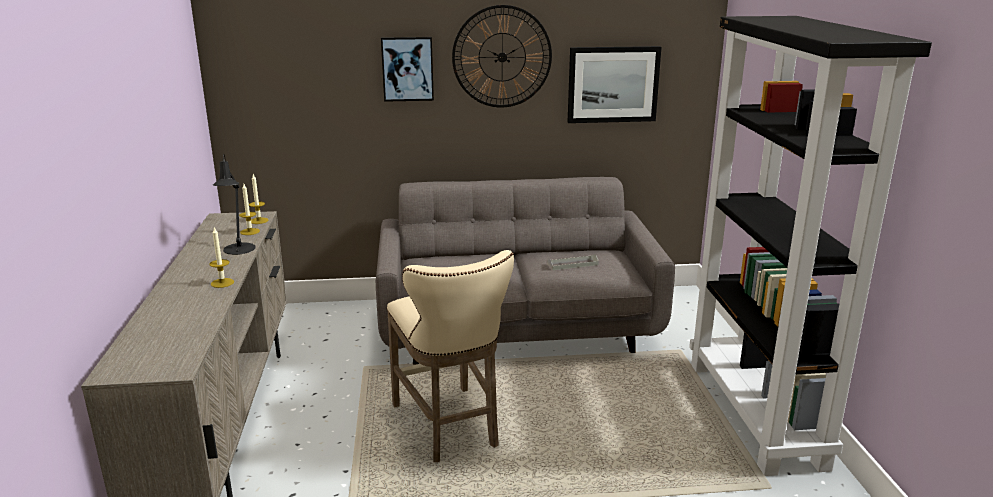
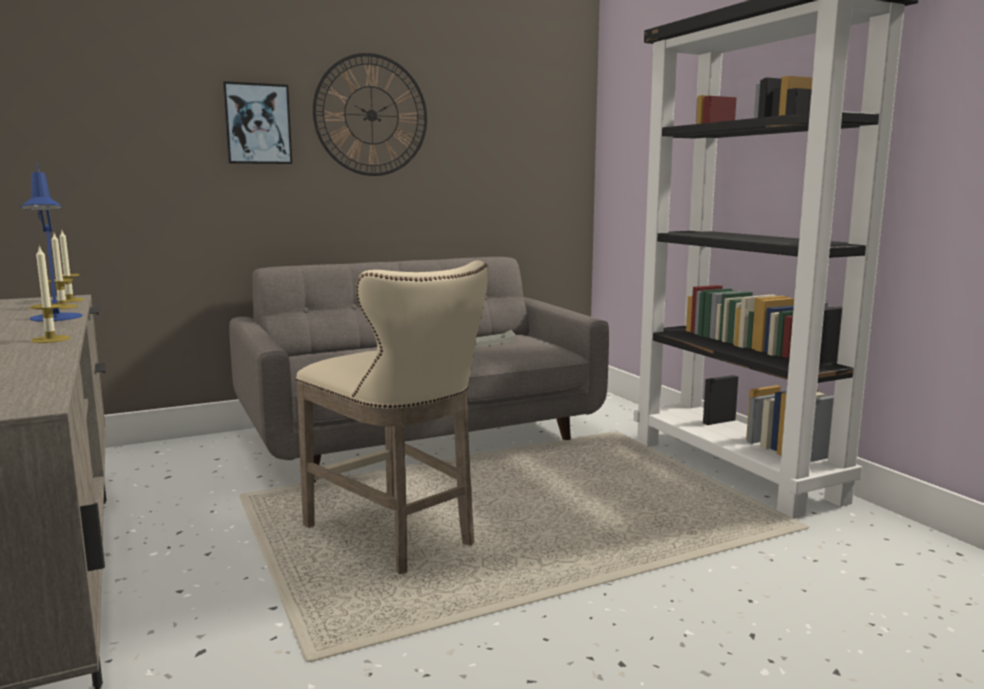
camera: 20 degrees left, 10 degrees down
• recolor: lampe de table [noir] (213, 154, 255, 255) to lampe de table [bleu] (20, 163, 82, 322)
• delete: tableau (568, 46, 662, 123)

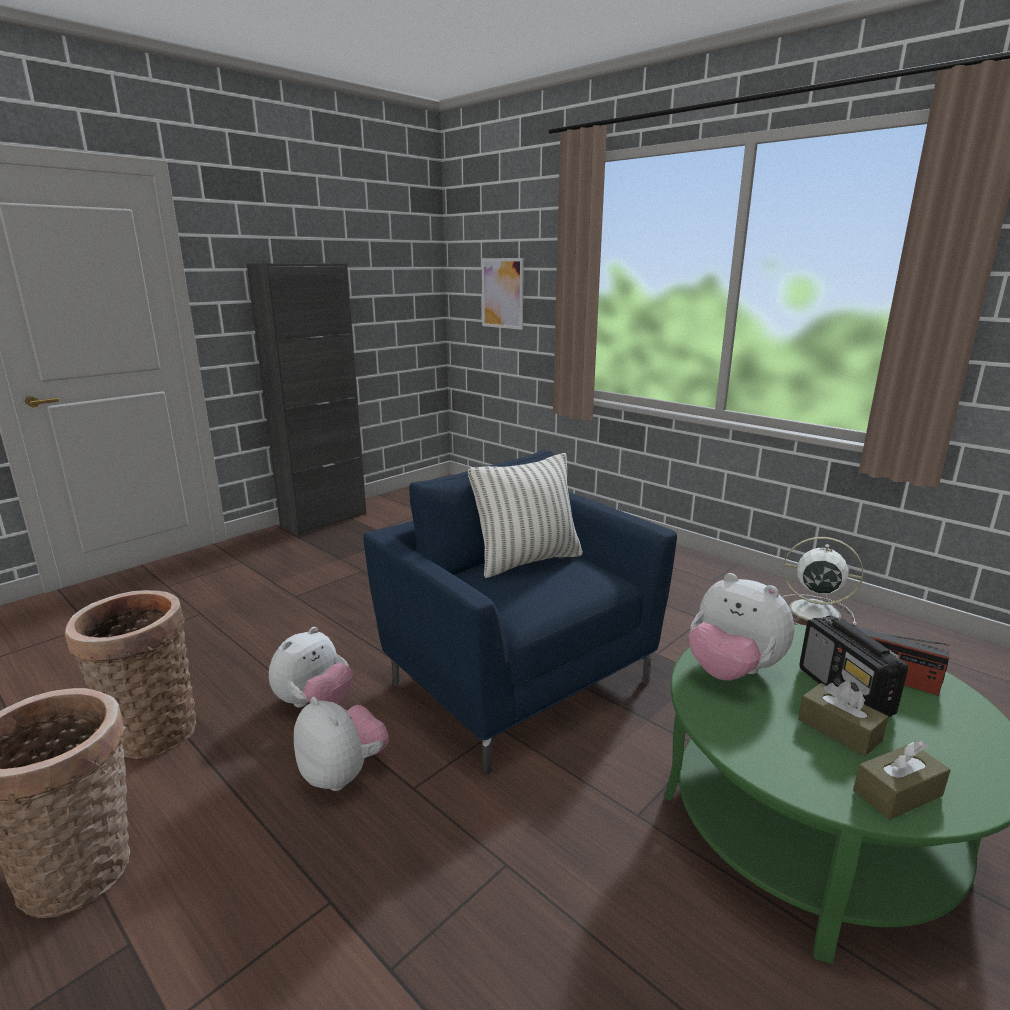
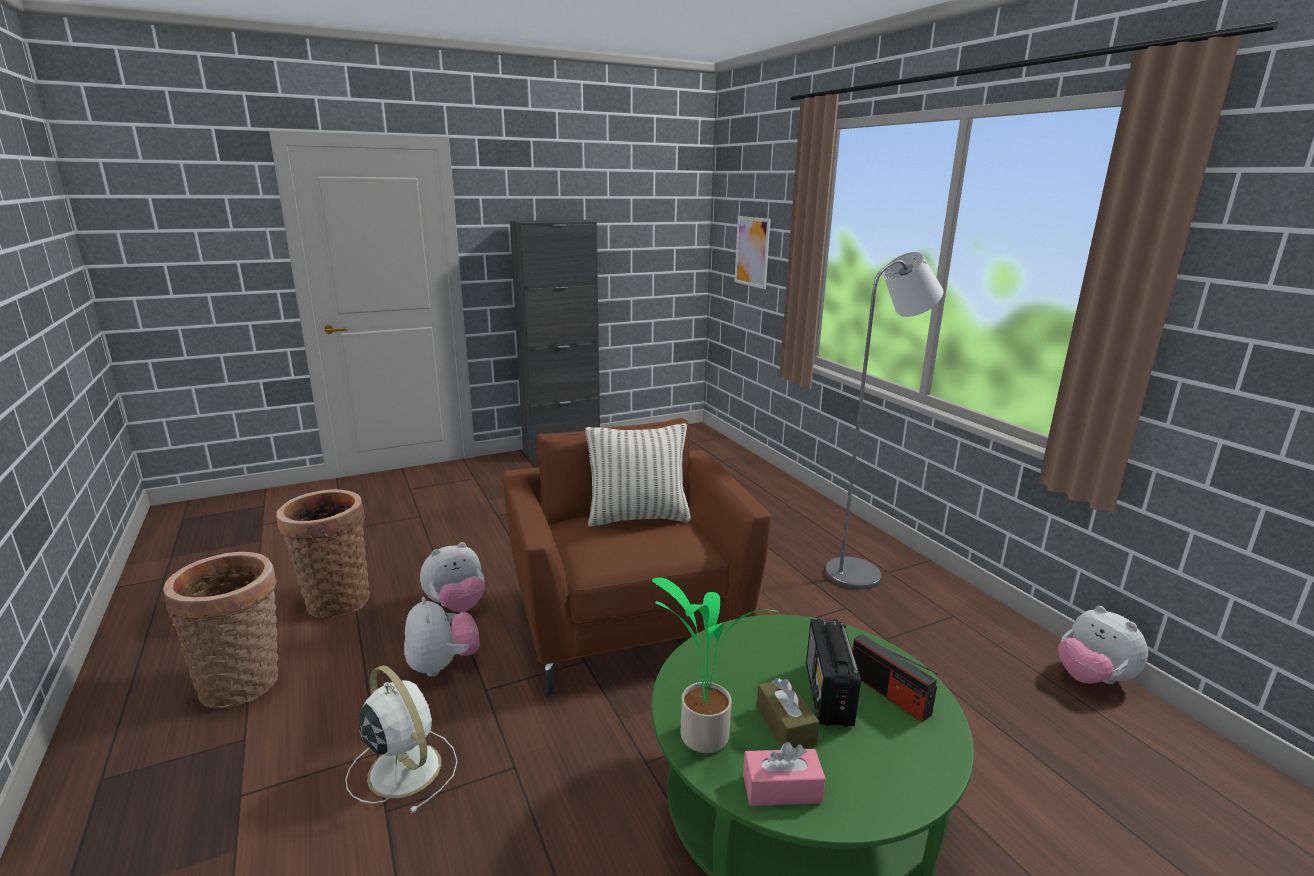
camera: 20 degrees right, 0 degrees up
• recolor: fauteuil [bleu] (363, 450, 677, 774) to fauteuil [marron] (503, 418, 771, 695)
• move: peluche (689, 573, 794, 680) to (1058, 606, 1148, 684)
• move: ventilateur [blanc] (782, 537, 863, 626) to (345, 665, 458, 813)
• recolor: boîte à mouchoirs [marron] (853, 741, 951, 820) to boîte à mouchoirs [rose] (743, 742, 826, 806)
• insert: plante en pot (652, 577, 778, 753)
• insert: lampadaire [gris] (825, 252, 943, 590)

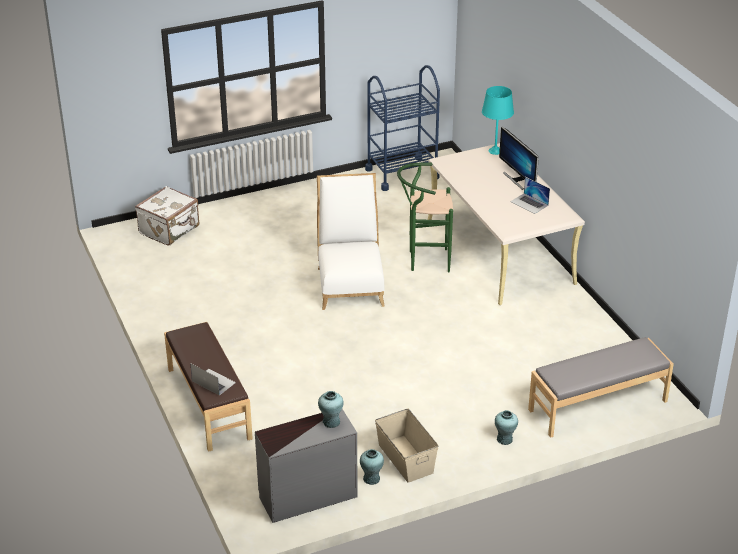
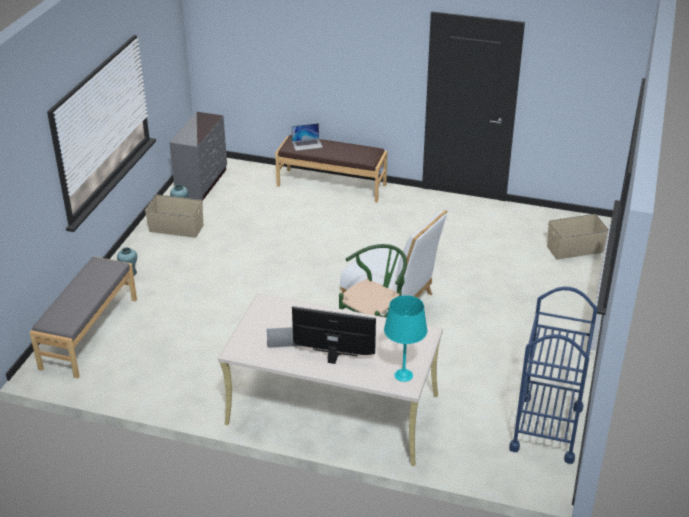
camera: 130 degrees right, 0 degrees up
• replace: valise [blanc] (135, 186, 199, 246) to boîte de rangement [beige] (547, 214, 608, 259)
• delete: vase [turquoise] (318, 391, 343, 428)

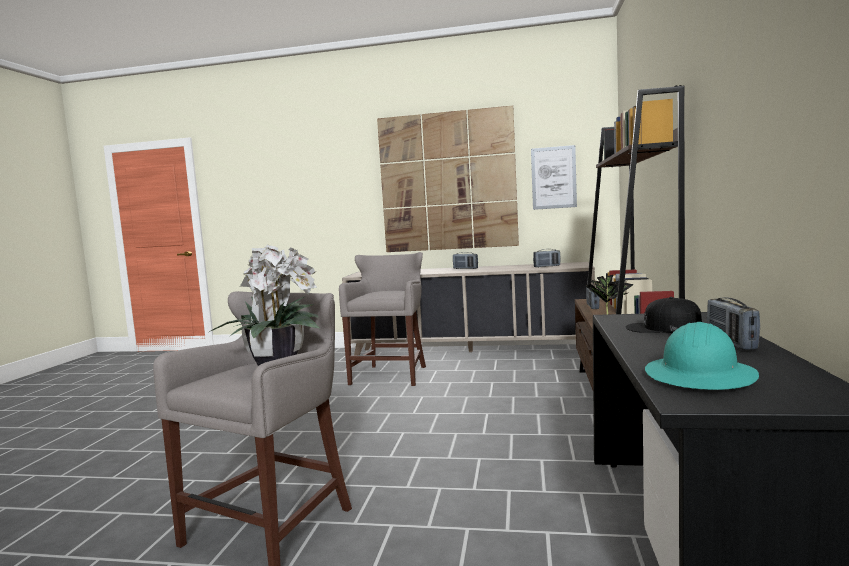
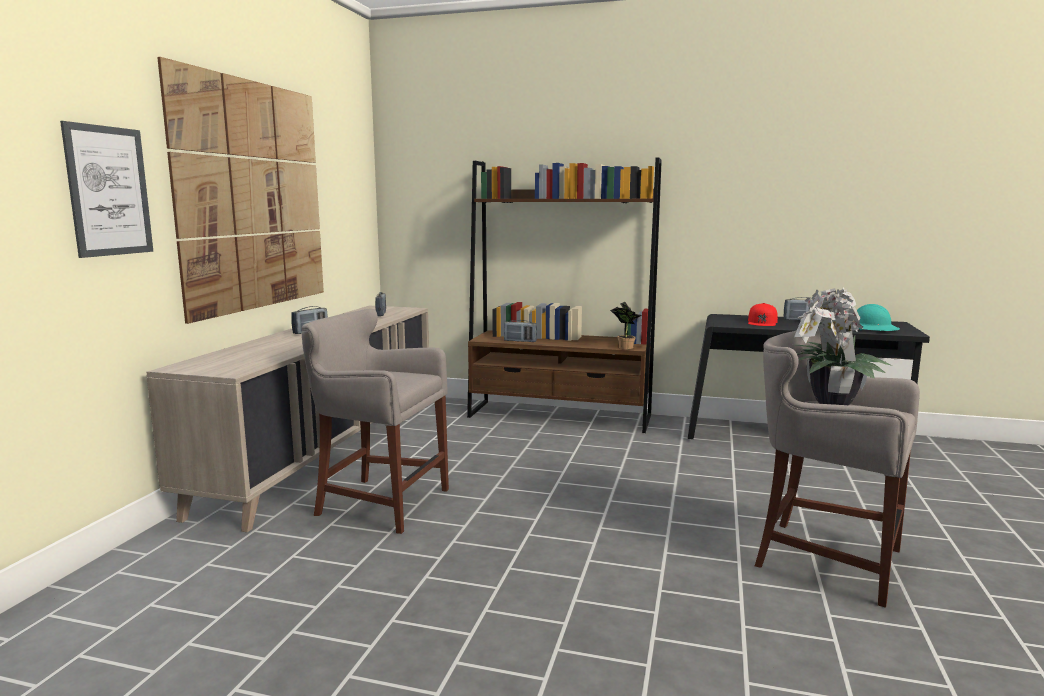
camera: 85 degrees left, 5 degrees up
• move: tableau (531, 145, 577, 210) to (60, 121, 153, 258)
• recolor: casquette [noir] (626, 297, 702, 333) to casquette [rouge] (748, 303, 778, 326)

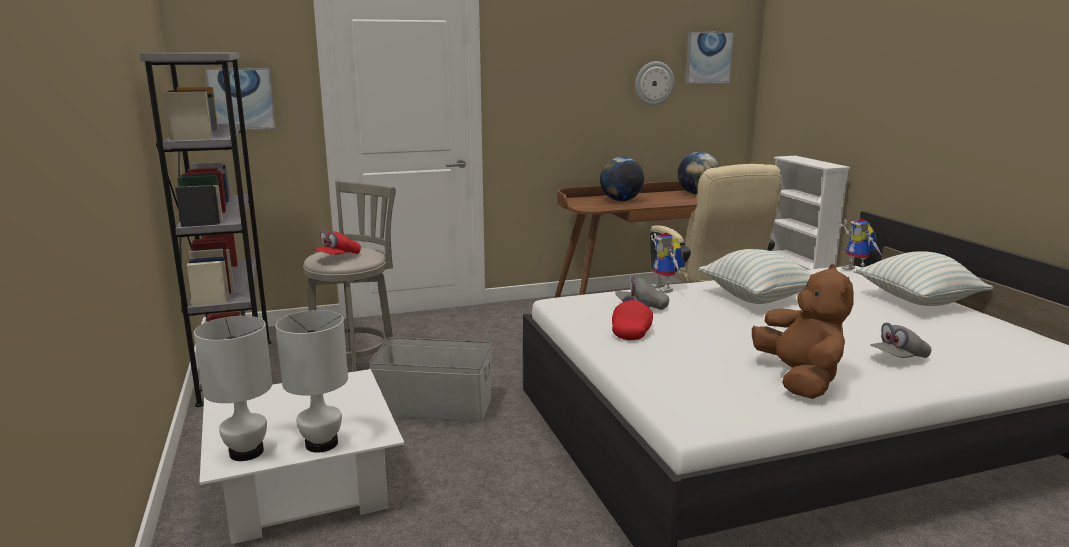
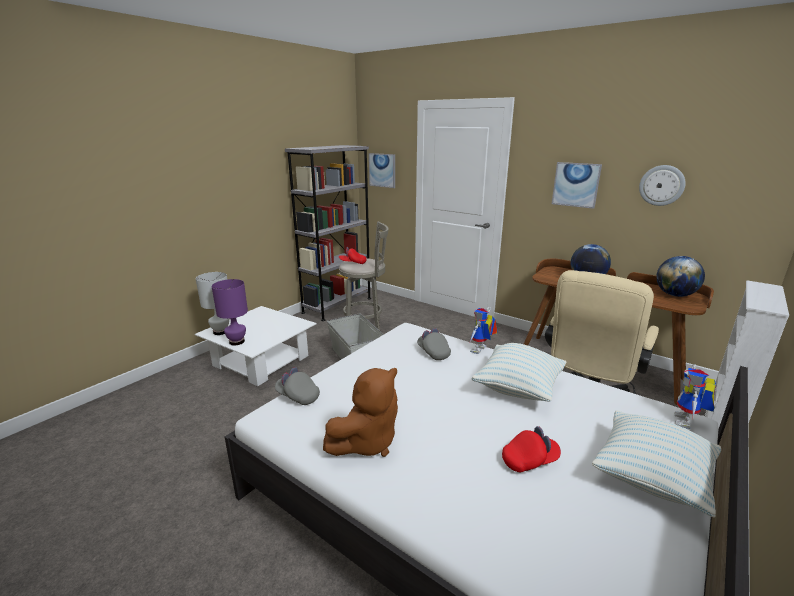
camera: 55 degrees right, 5 degrees up
• recolor: lampe de table [blanc] (275, 310, 348, 453) to lampe de table [violet] (212, 279, 248, 346)
• move: casquette [rouge] (612, 295, 653, 340) to (502, 426, 561, 472)
• move: tableau (685, 31, 734, 84) to (552, 162, 602, 209)
• move: casquette [gris] (870, 322, 931, 358) to (275, 367, 320, 405)

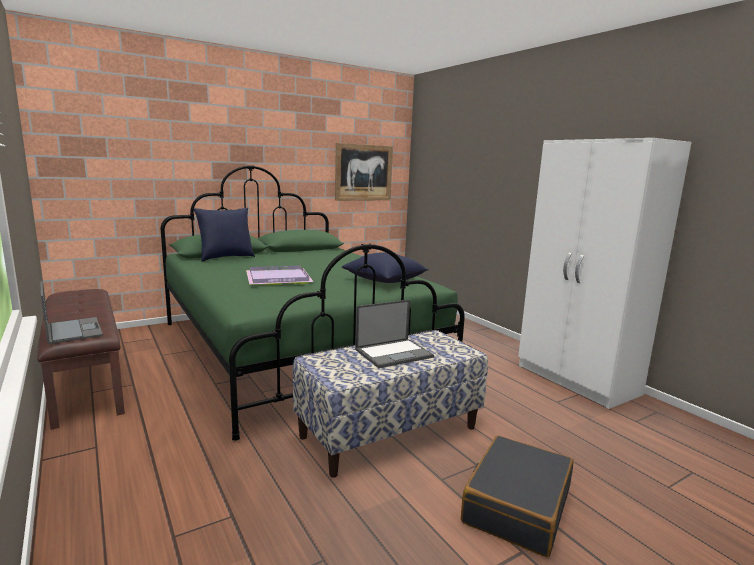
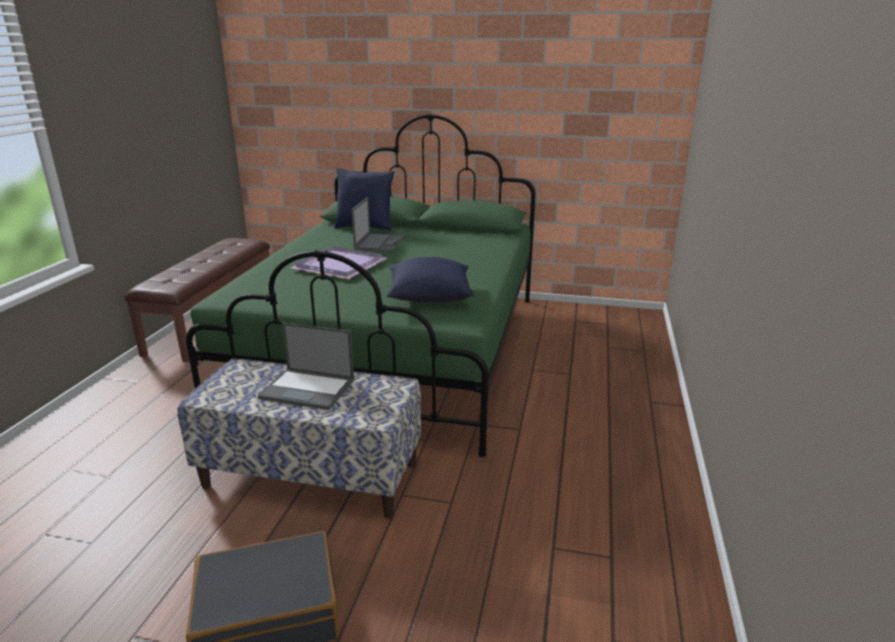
camera: 45 degrees right, 10 degrees up
• move: ordinateur portable (40, 281, 103, 344) to (352, 197, 405, 252)
• delete: tableau (335, 143, 393, 201)
• delete: armoire [blanc] (518, 138, 692, 409)

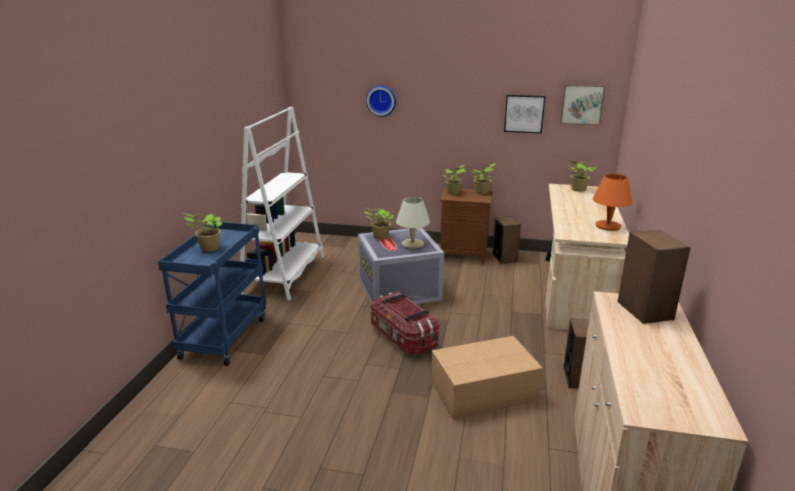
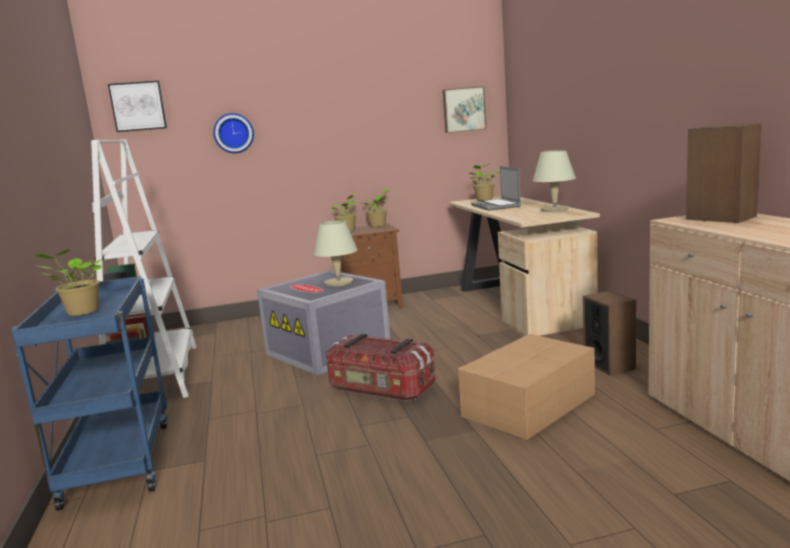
camera: 25 degrees left, 10 degrees down
• delete: plante en pot (365, 208, 393, 239)
• delete: enceinte (492, 216, 521, 264)
• move: tableau (504, 95, 545, 133) to (108, 81, 167, 132)
• recolor: lampe de table [orange] (593, 174, 632, 231) to lampe de table [beige] (533, 150, 576, 212)
• insert: ordinateur portable (471, 166, 521, 211)

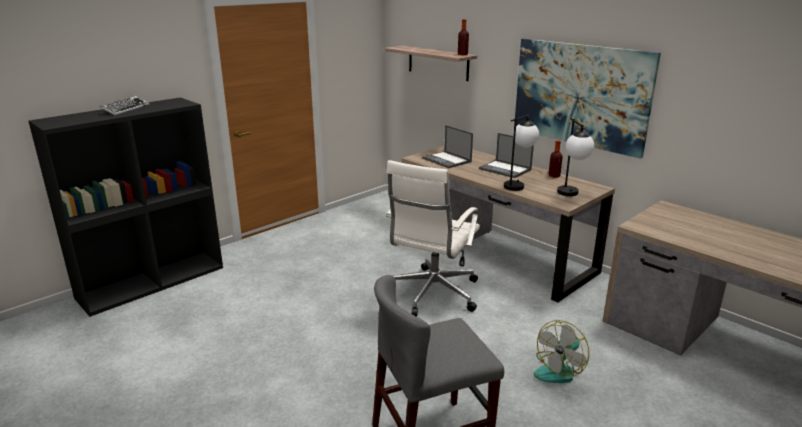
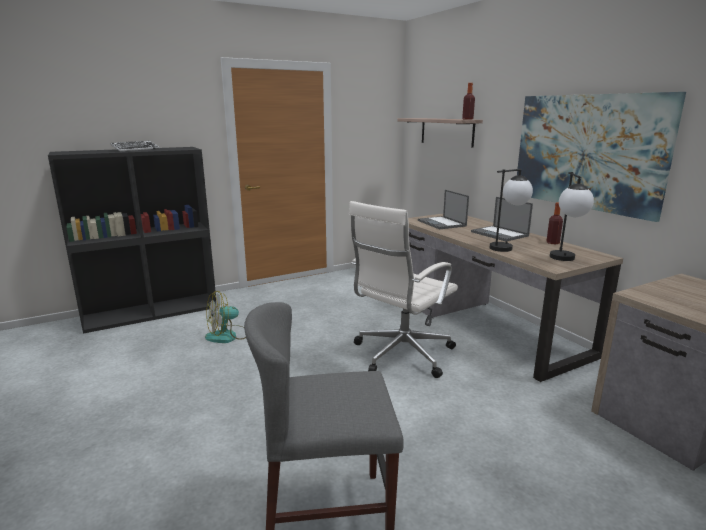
camera: 15 degrees right, 5 degrees down
• move: ventilateur (534, 320, 589, 383) to (205, 291, 246, 343)

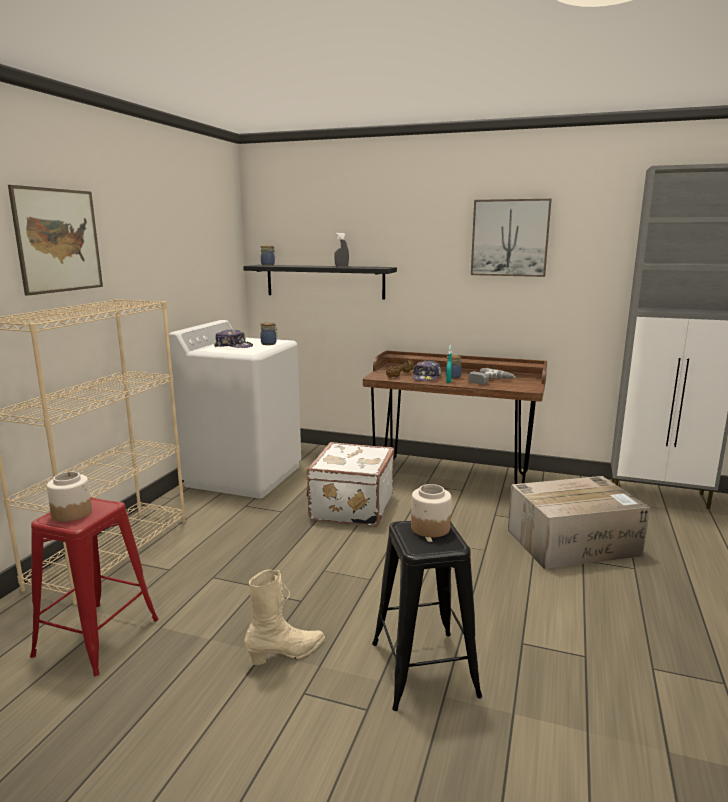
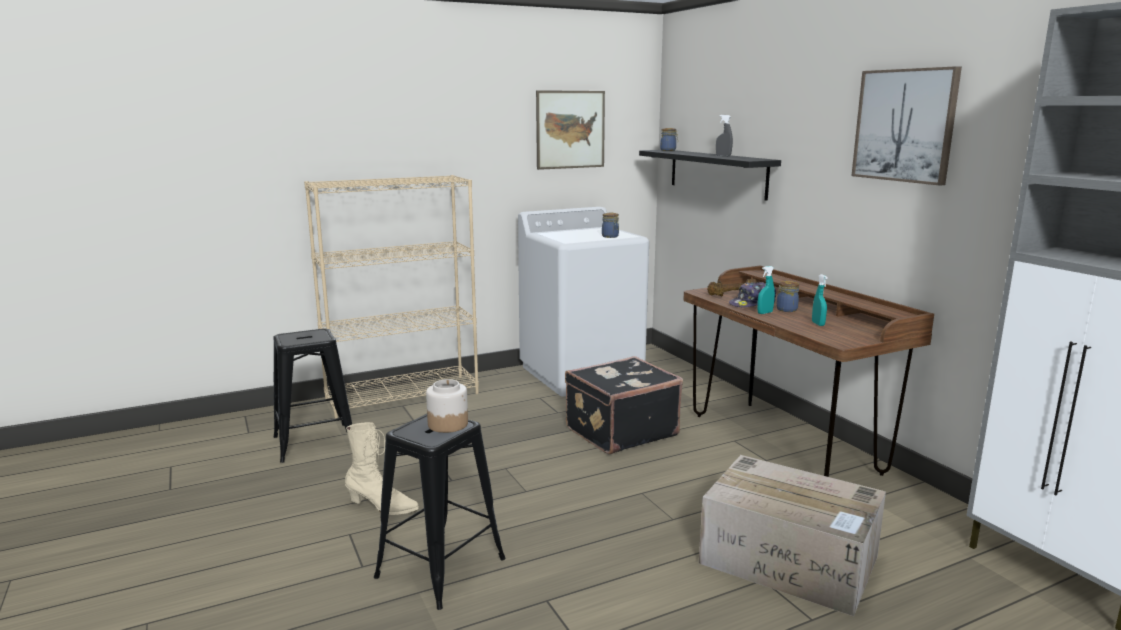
camera: 45 degrees right, 0 degrees up
• move: tableau (8, 185, 103, 296) to (536, 90, 605, 170)
• recolor: tabouret [rouge] (30, 497, 159, 676) to tabouret [noir] (274, 328, 352, 463)
• delete: bocal (47, 472, 92, 522)
• delete: casquette (214, 329, 253, 348)
• recolor: valise [blanc] (306, 442, 394, 527) to valise [noir] (565, 356, 683, 455)
• replace: perceuse (468, 368, 515, 385) to vaporisateur [turquoise] (812, 274, 828, 326)

